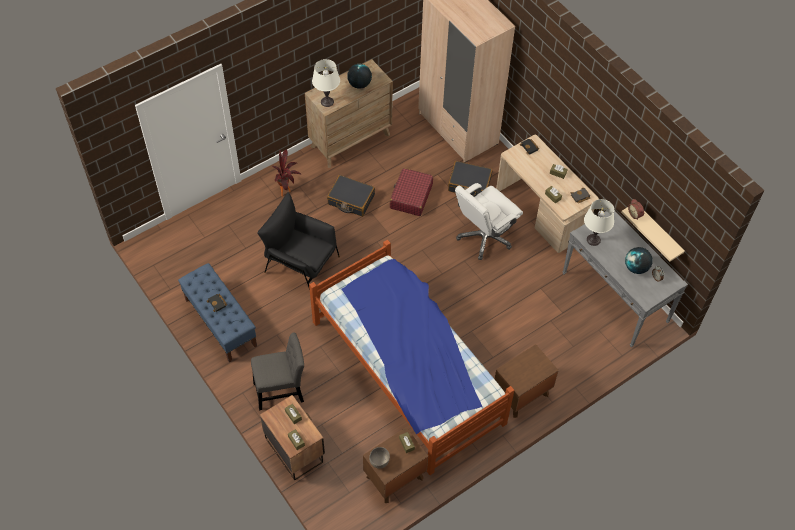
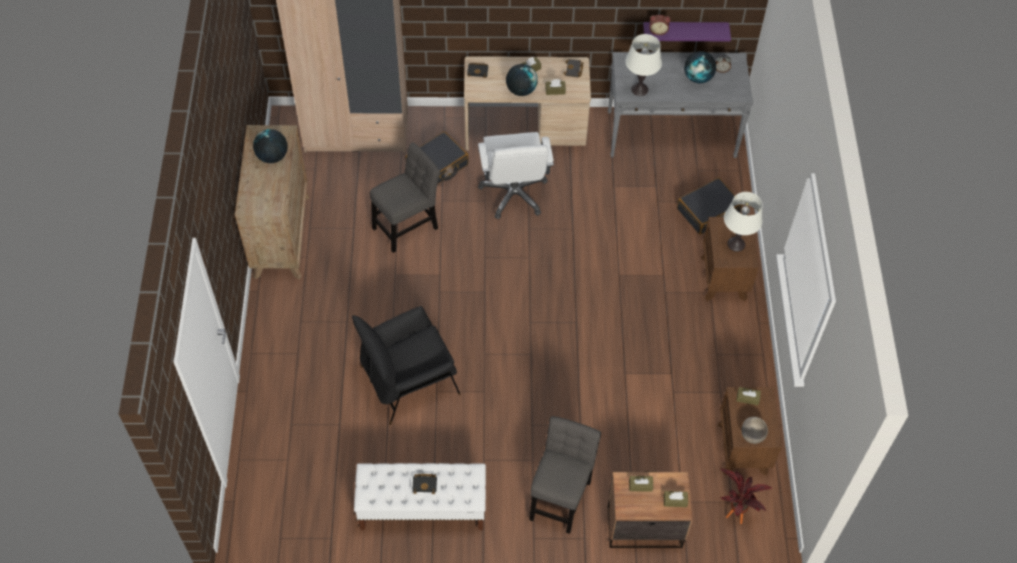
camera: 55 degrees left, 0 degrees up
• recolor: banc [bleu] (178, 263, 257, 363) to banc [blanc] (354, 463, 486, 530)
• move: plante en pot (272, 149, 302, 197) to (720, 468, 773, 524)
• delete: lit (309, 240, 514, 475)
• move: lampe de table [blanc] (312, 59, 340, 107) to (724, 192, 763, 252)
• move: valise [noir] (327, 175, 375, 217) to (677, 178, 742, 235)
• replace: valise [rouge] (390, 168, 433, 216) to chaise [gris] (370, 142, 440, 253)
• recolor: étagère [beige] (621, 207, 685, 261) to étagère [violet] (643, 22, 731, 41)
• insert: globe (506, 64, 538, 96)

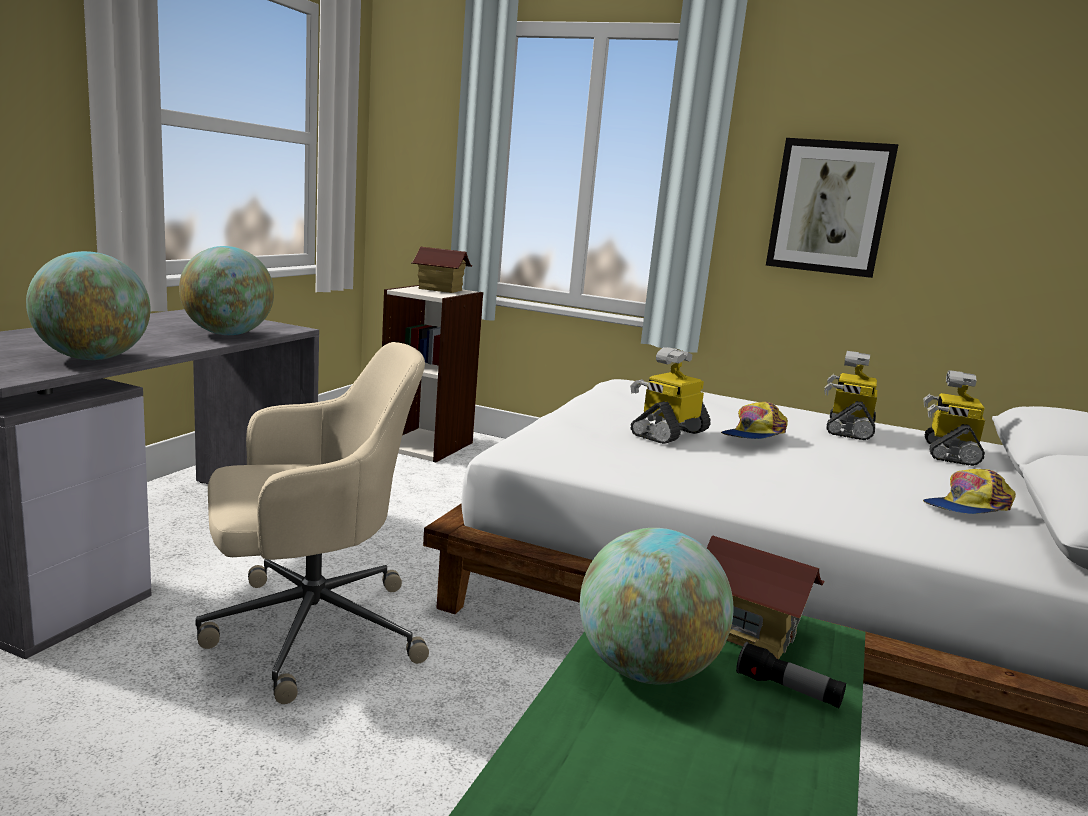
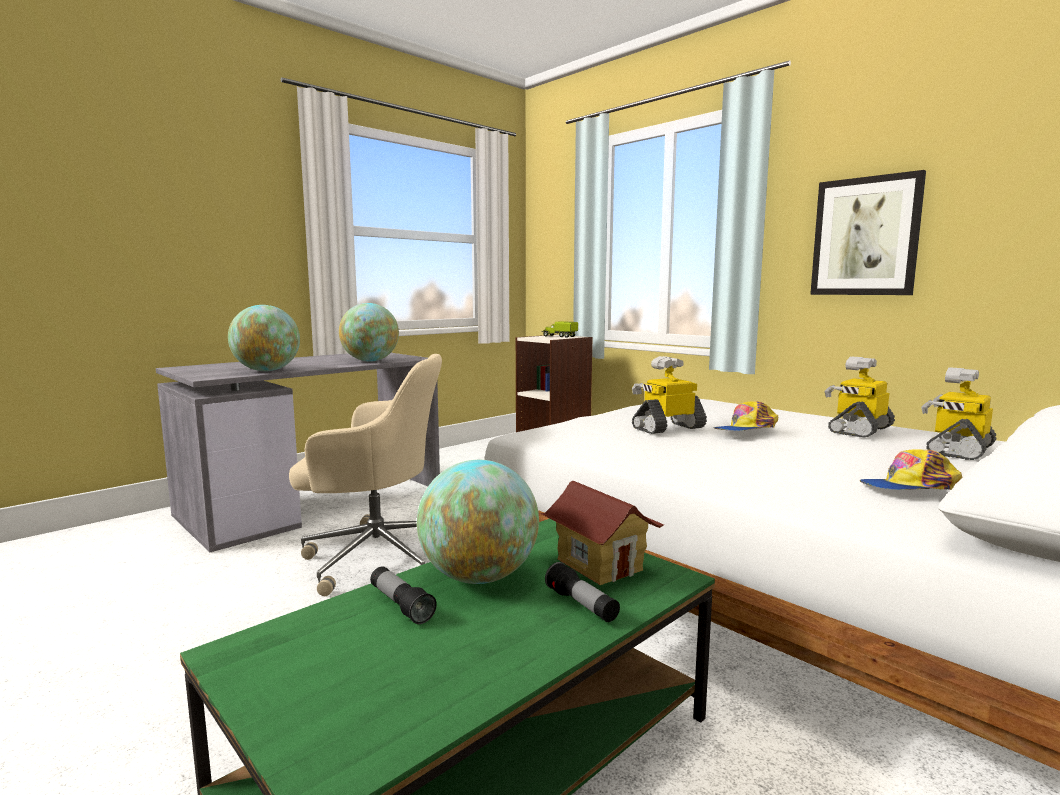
camera: 25 degrees right, 5 degrees down
• replace: maison miniature (412, 247, 472, 293) to camion jouet (542, 321, 578, 338)
• insert: lampe de poche (370, 566, 437, 624)

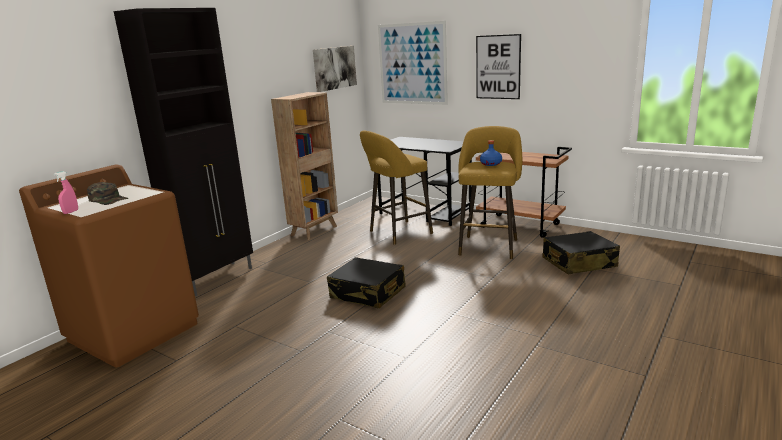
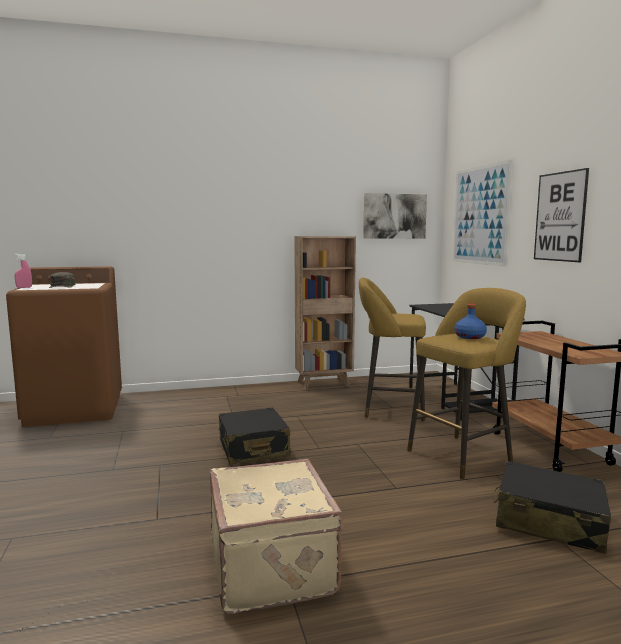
camera: 40 degrees right, 10 degrees down
• delete: meuble de rangement [noir] (114, 8, 253, 296)
• insert: valise [beige] (210, 459, 343, 614)

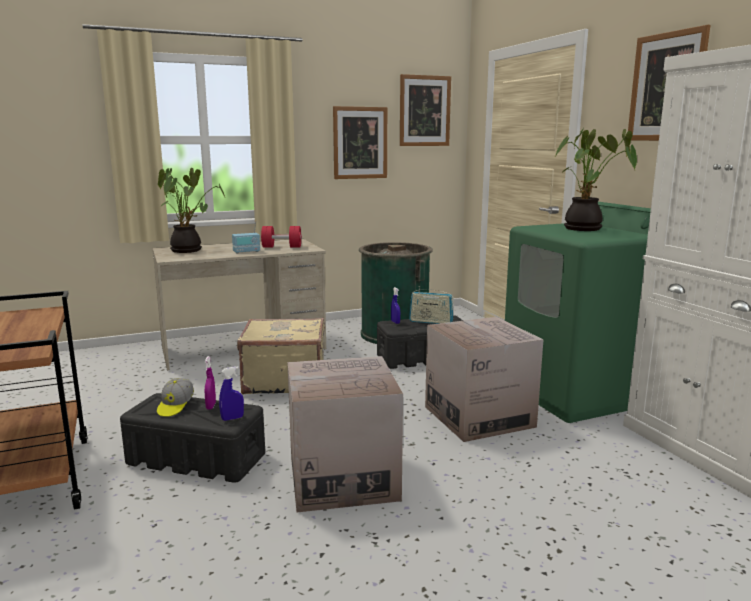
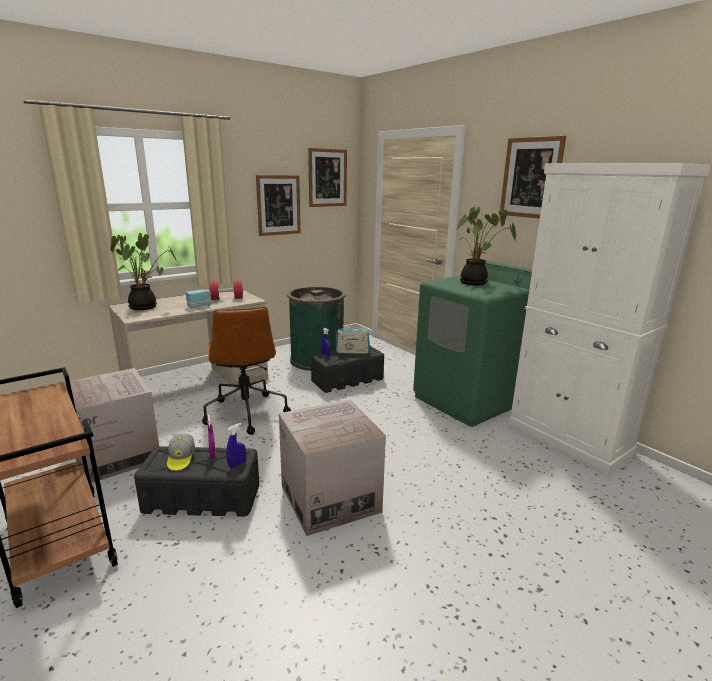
camera: 15 degrees left, 5 degrees up
• replace: valise [beige] (237, 318, 325, 395) to chaise de bureau [marron] (202, 307, 291, 435)
• move: carton (425, 317, 543, 442) to (64, 368, 159, 483)

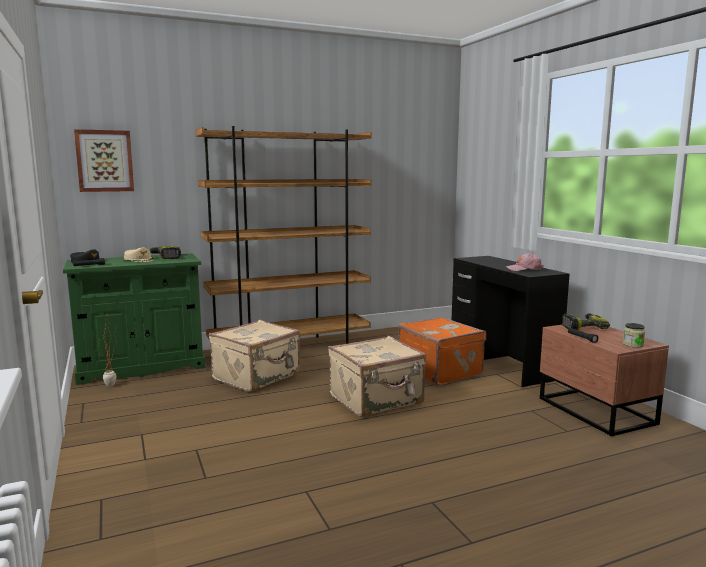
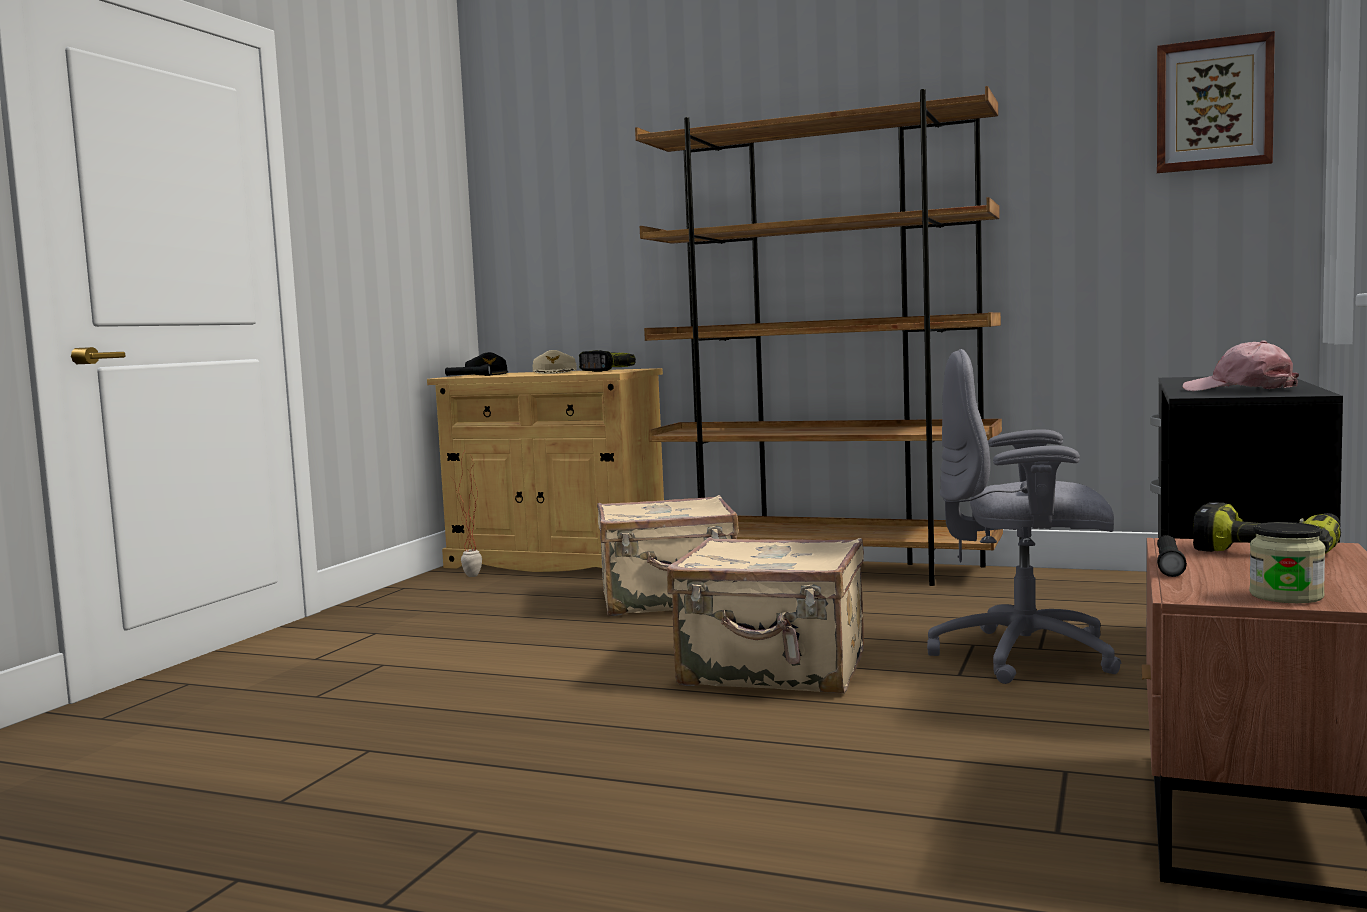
camera: 45 degrees right, 5 degrees down
• recolor: meuble de rangement [vert] (63, 253, 205, 385) to meuble de rangement [beige] (427, 368, 664, 572)
• move: tableau (74, 129, 134, 192) to (1157, 31, 1275, 173)
• replace: valise [orange] (398, 317, 486, 386) to chaise de bureau [gris] (927, 349, 1121, 684)

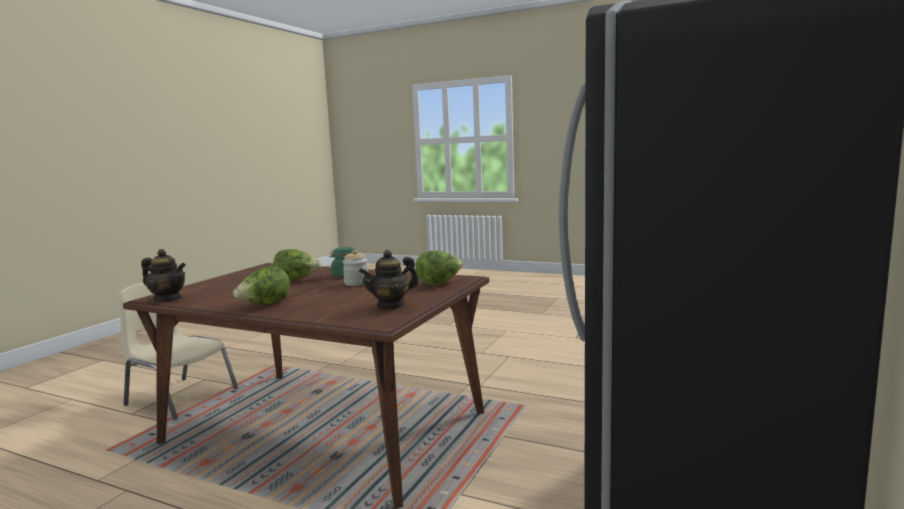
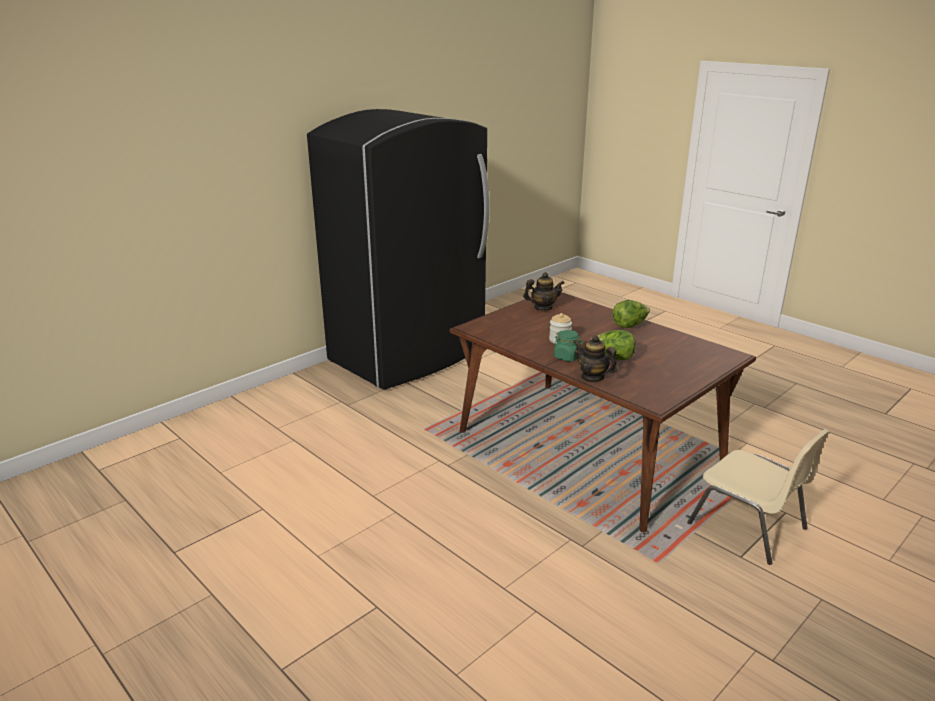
camera: 160 degrees left, 15 degrees up
• move: théière (141, 249, 186, 301) to (573, 335, 617, 383)
• delete: laitue (415, 251, 463, 285)

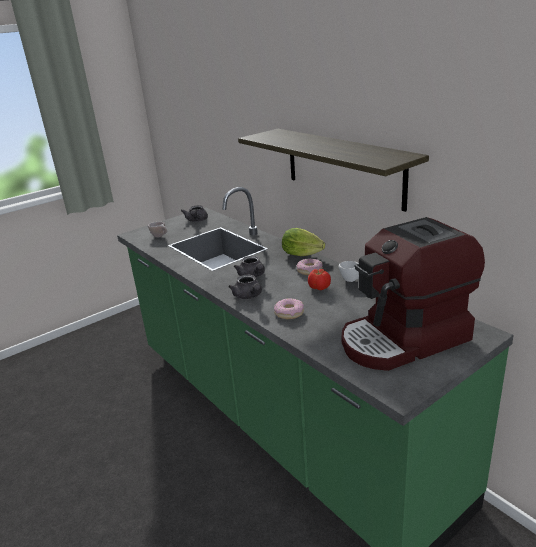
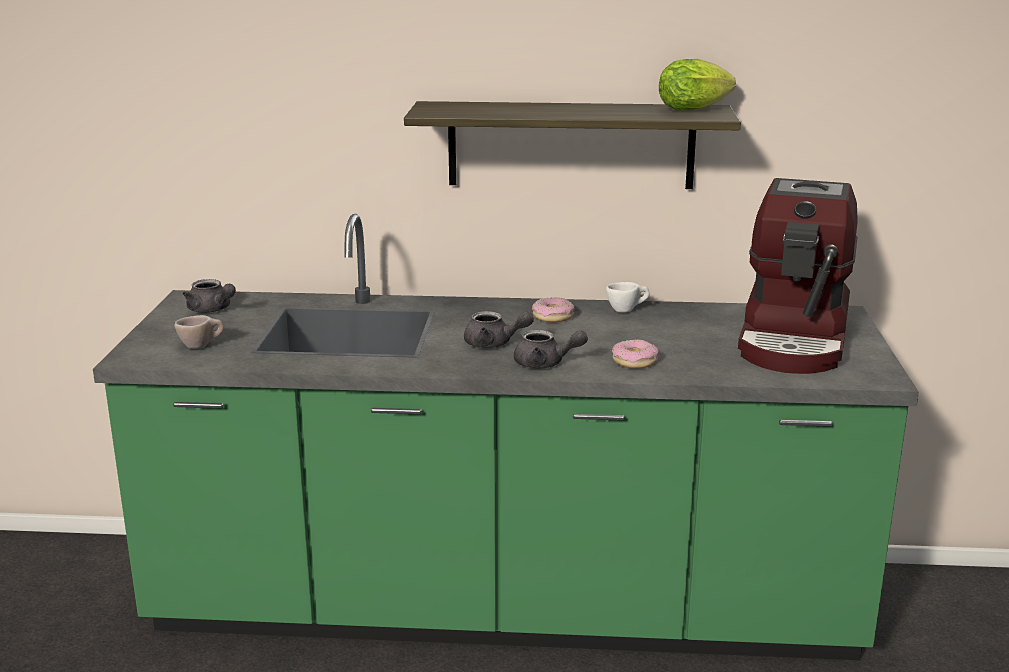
camera: 50 degrees left, 5 degrees down
• move: laitue (282, 228, 325, 256) to (659, 59, 736, 111)
• delete: tomate (308, 269, 331, 290)

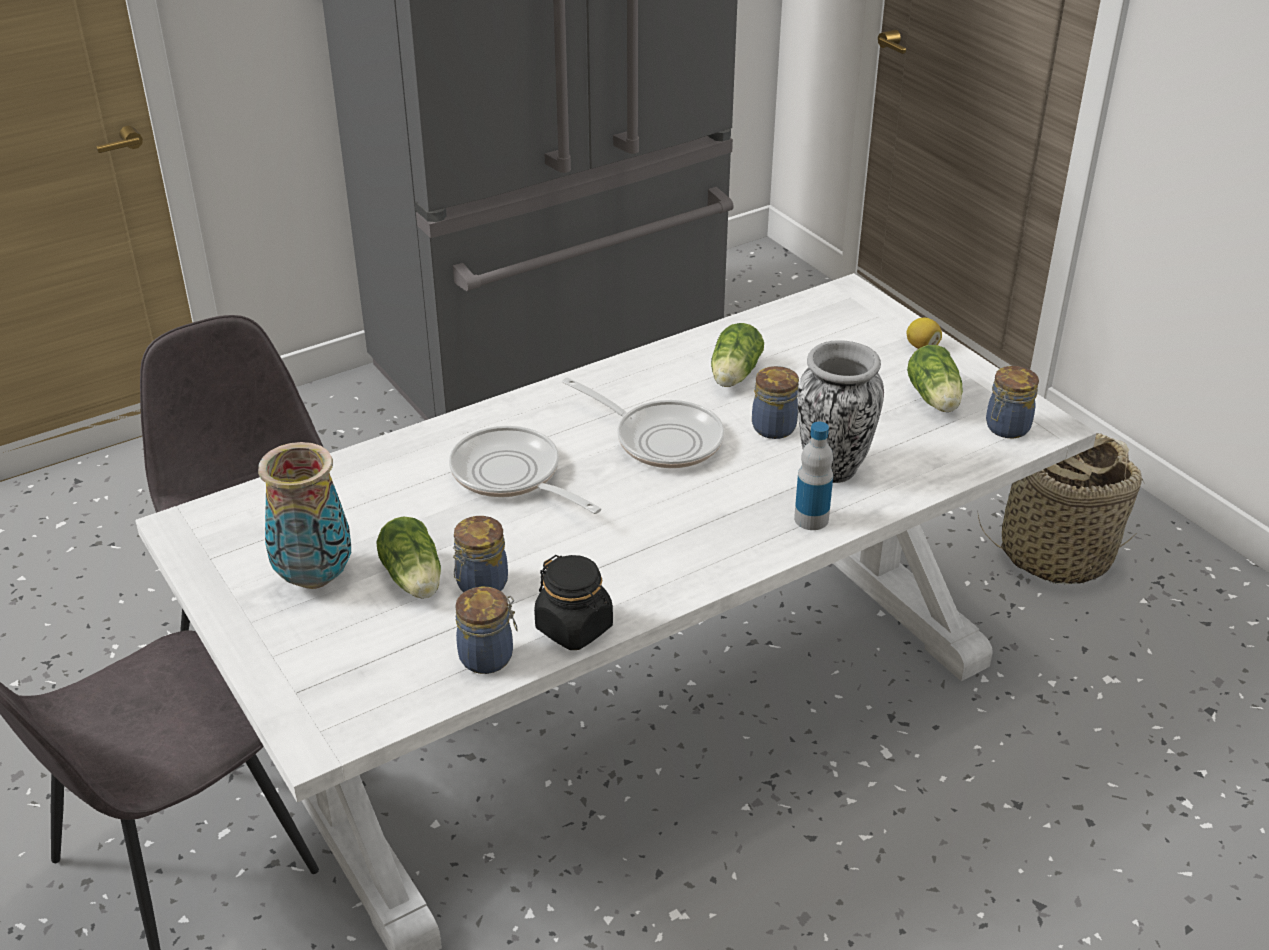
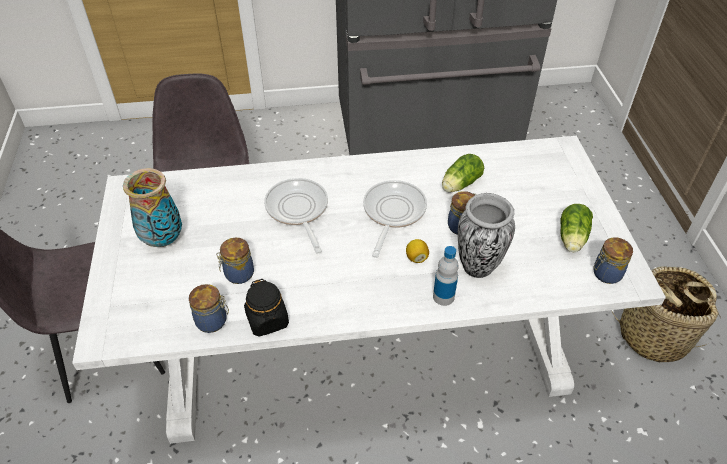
camera: 25 degrees right, 10 degrees up
• delete: laitue (376, 516, 441, 599)
• rotate: poêle (562, 377, 724, 468) = (363, 180, 427, 258) 135 degrees counterclockwise
• move: citron (906, 318, 942, 349) to (406, 239, 429, 263)

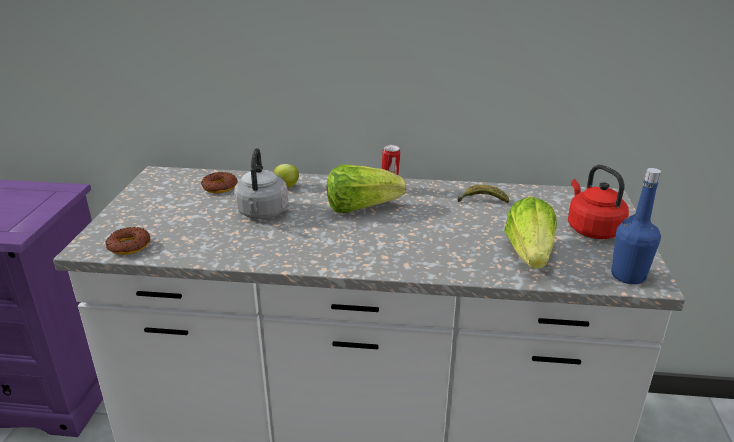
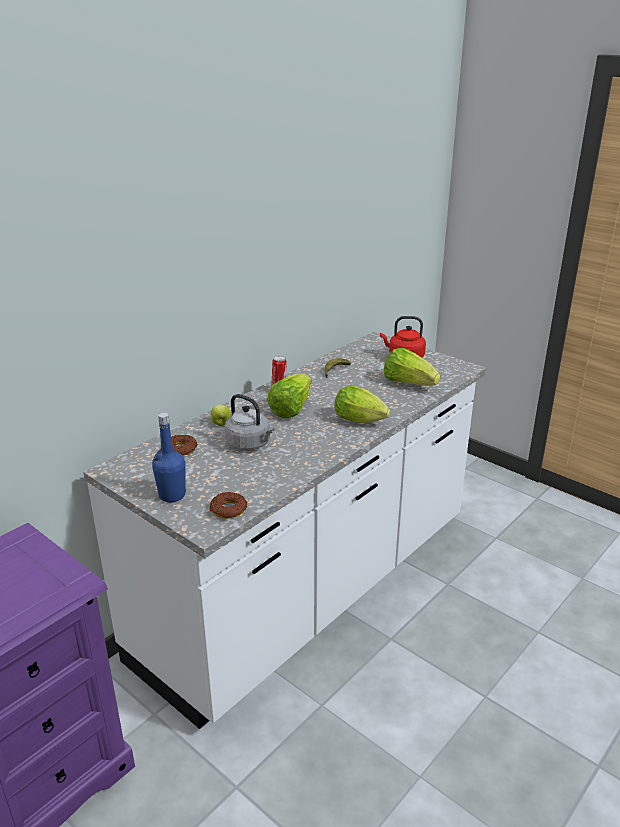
camera: 55 degrees left, 0 degrees up
• move: bouteille [bleu] (611, 168, 661, 284) to (152, 413, 186, 502)
• insert: laitue (334, 385, 390, 423)

